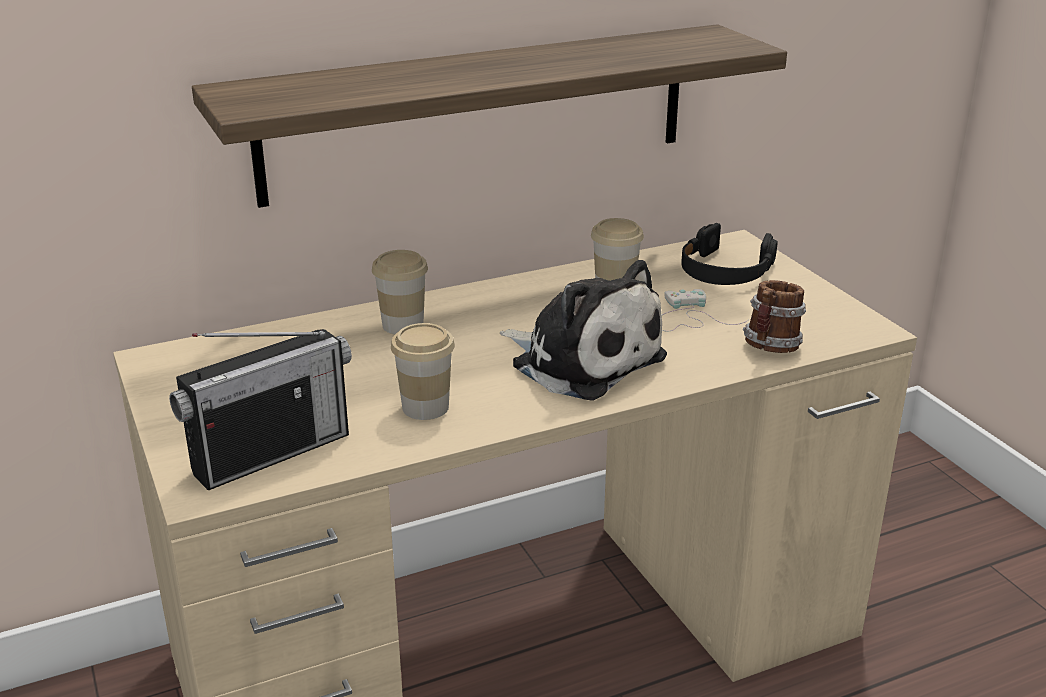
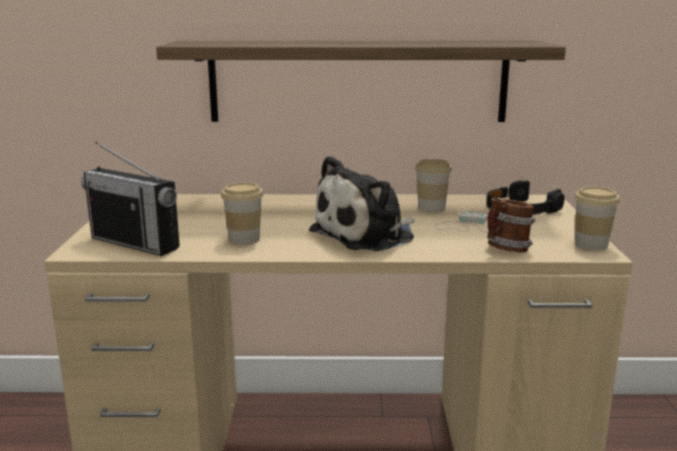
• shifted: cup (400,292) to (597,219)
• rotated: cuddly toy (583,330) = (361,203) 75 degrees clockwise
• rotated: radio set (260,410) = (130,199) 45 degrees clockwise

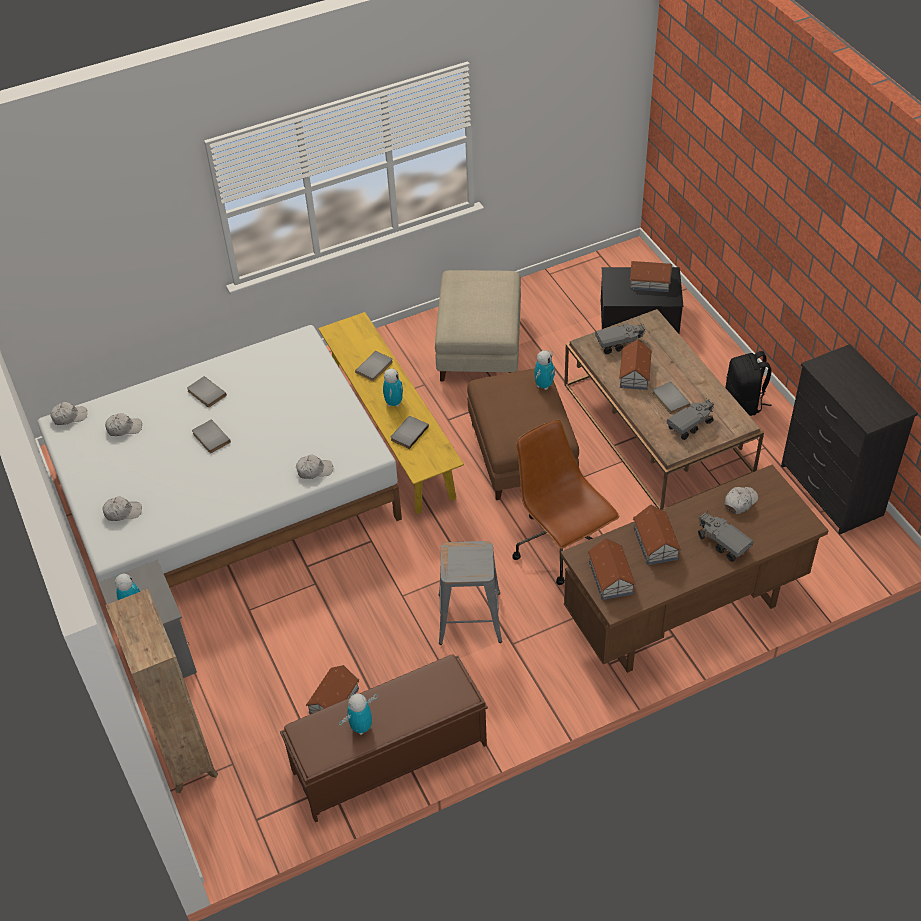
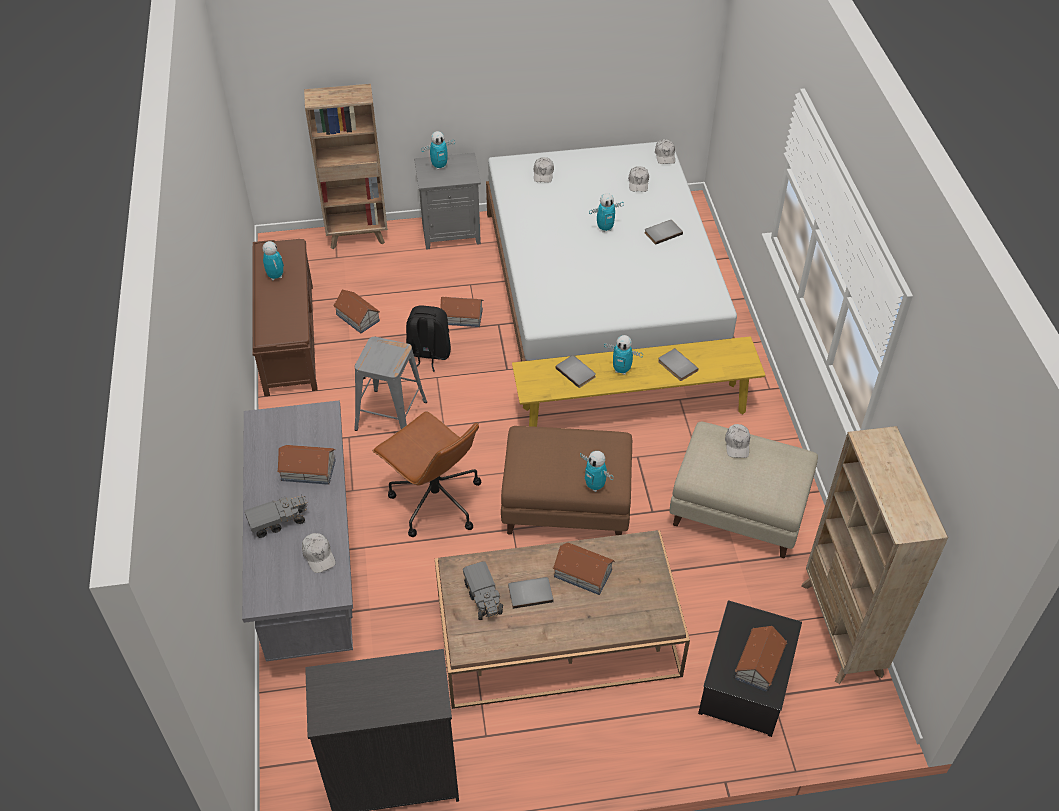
• gone: toy truck (620,339)
• shifted: knapsack/black (749,383) to (428,338)
• swapped: volume/grey (211,436) to toy robot (606,212)
• rotated: office chair/brown (565,502) = (426,474) 60 degrees clockwise
• shifted: cap/white-coloured (314,467) to (737,441)
• repainted: desk table/brown (695,568) to desk table/grey (297,530)
• shifted: toy house (612,569) to (462,312)
• new: shelving unit/beige (874,555)

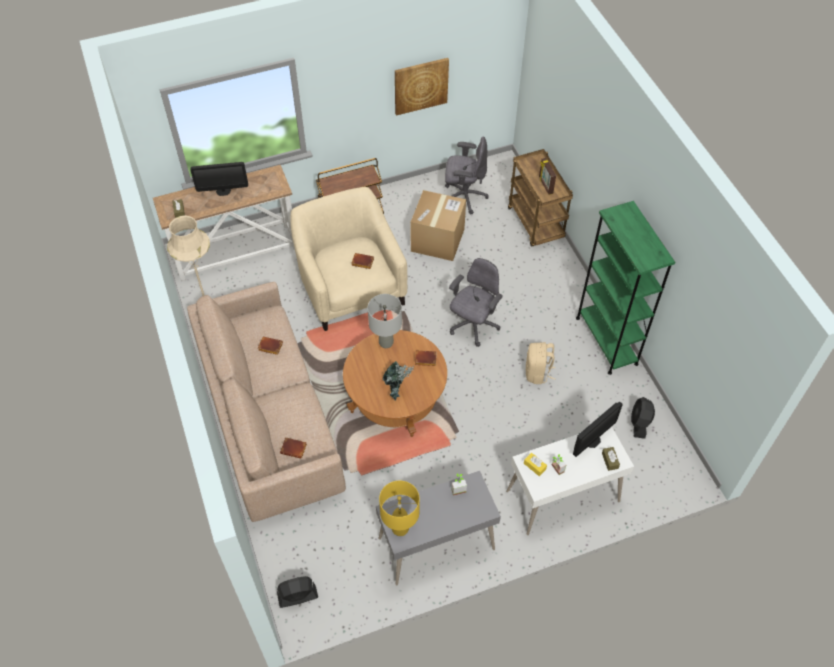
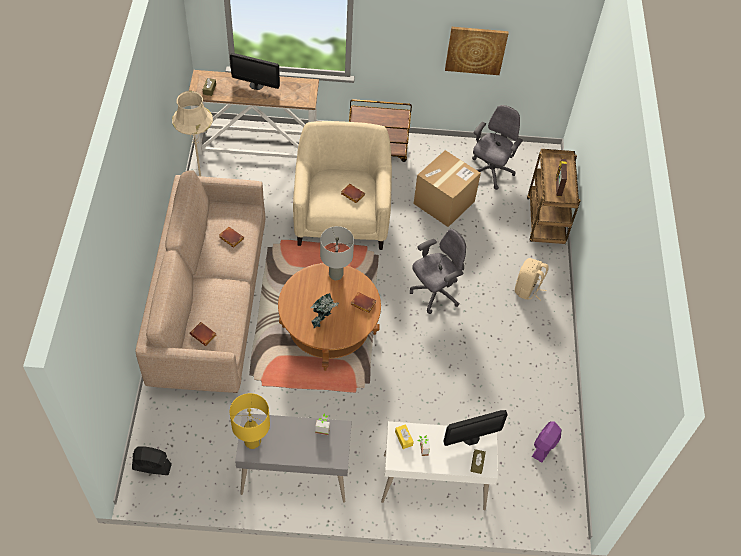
• rotated: office chair/grey (467,175) = (497,147) 90 degrees counterclockwise
• gone: shelving unit/green-coloured (625,288)
• shifted: knapsack/beige (540,363) to (532,279)
• repainted: cooling fan/black (643,418) to cooling fan/purple-coloured (547,441)

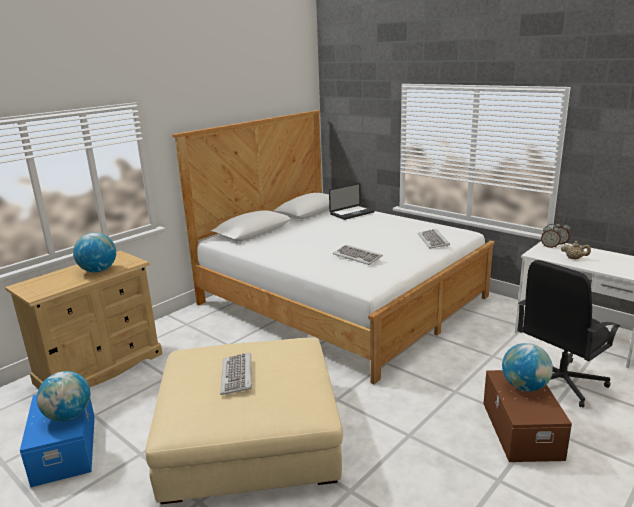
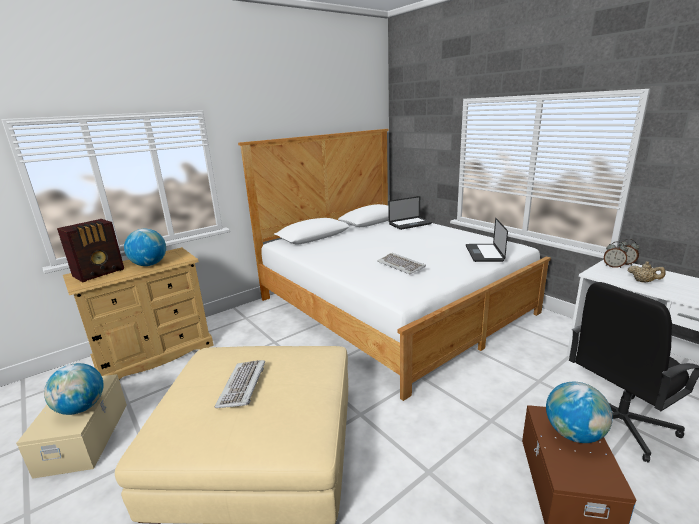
• swapped: keyboard (434,239) to notebook computer (487,240)
• repainted: storage box/blue-coloured (57,441) to storage box/beige (71,426)
• new: radio set (90,250)

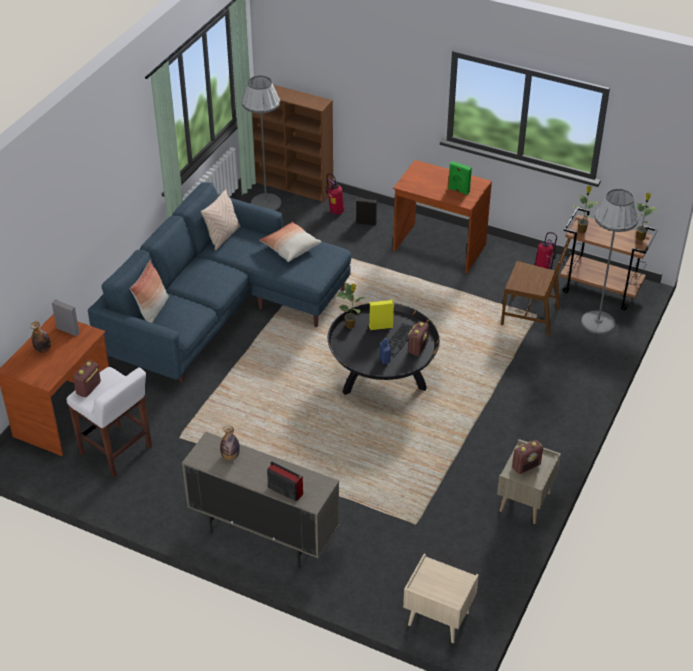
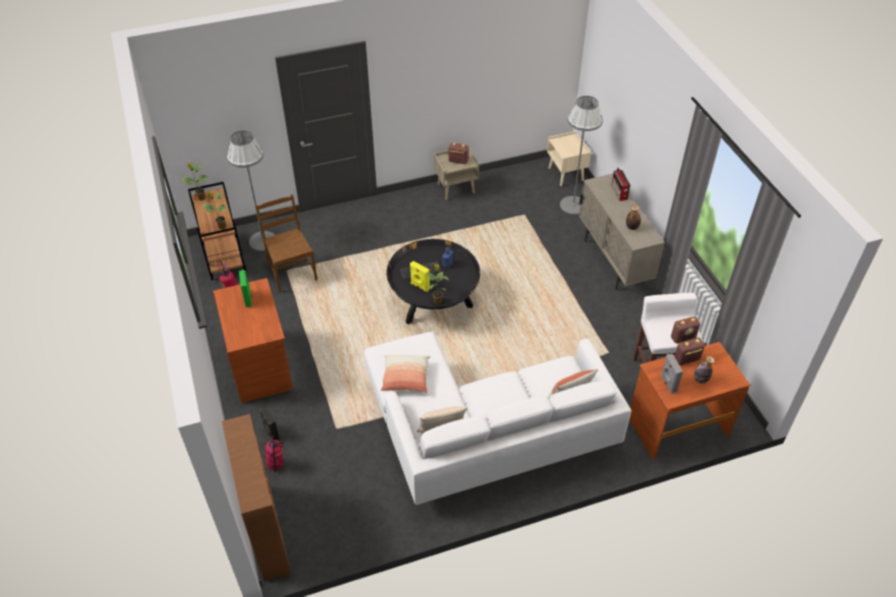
• shifted: floor lamp/grey (261,143) to (581,155)
• repainted: sofa/blue-coloured (219,282) to sofa/white-coloured (497,418)
• shifted: radio set (418,338) to (689,351)

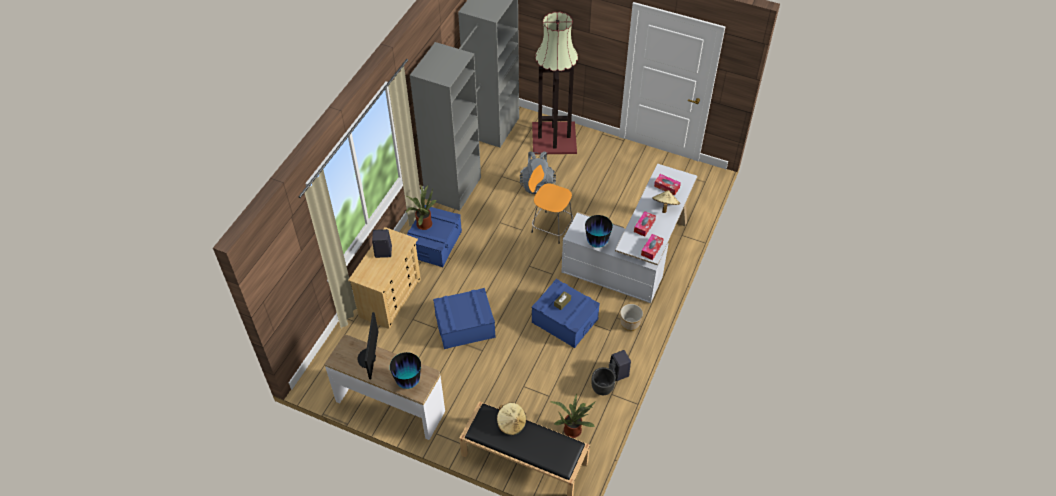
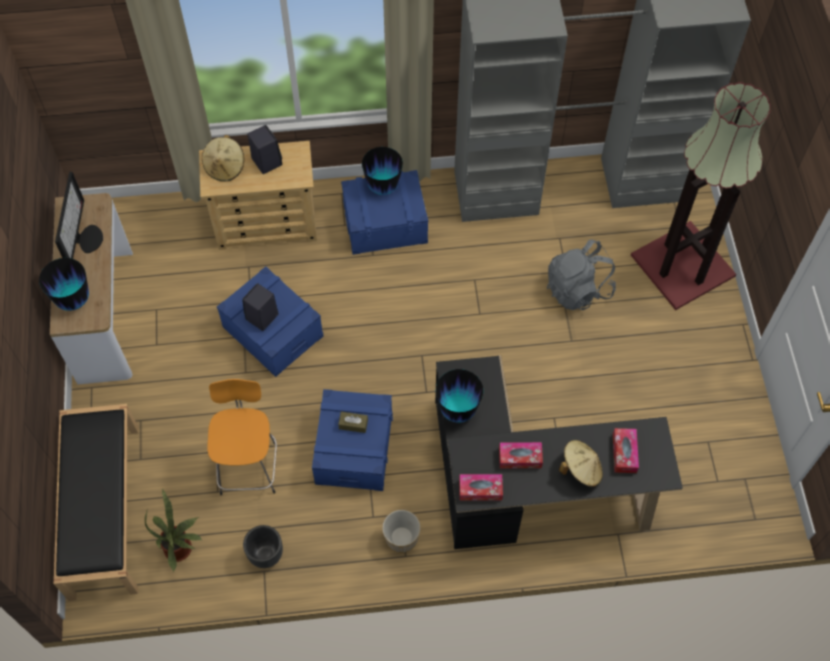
• repainted: desk table/white-coloured (630,233) to desk table/black (559,452)
• shifted: stool/orange-coloured (550,204) to (242,437)
• swapped: plant in a pot (421,207) to decorative vase (382,171)
• rotated: computer screen (368,345) = (79,215) 120 degrees clockwise
• shifted: audio speaker/black (620,365) to (260,307)
• shifted: hat/beige (511,419) to (223,158)

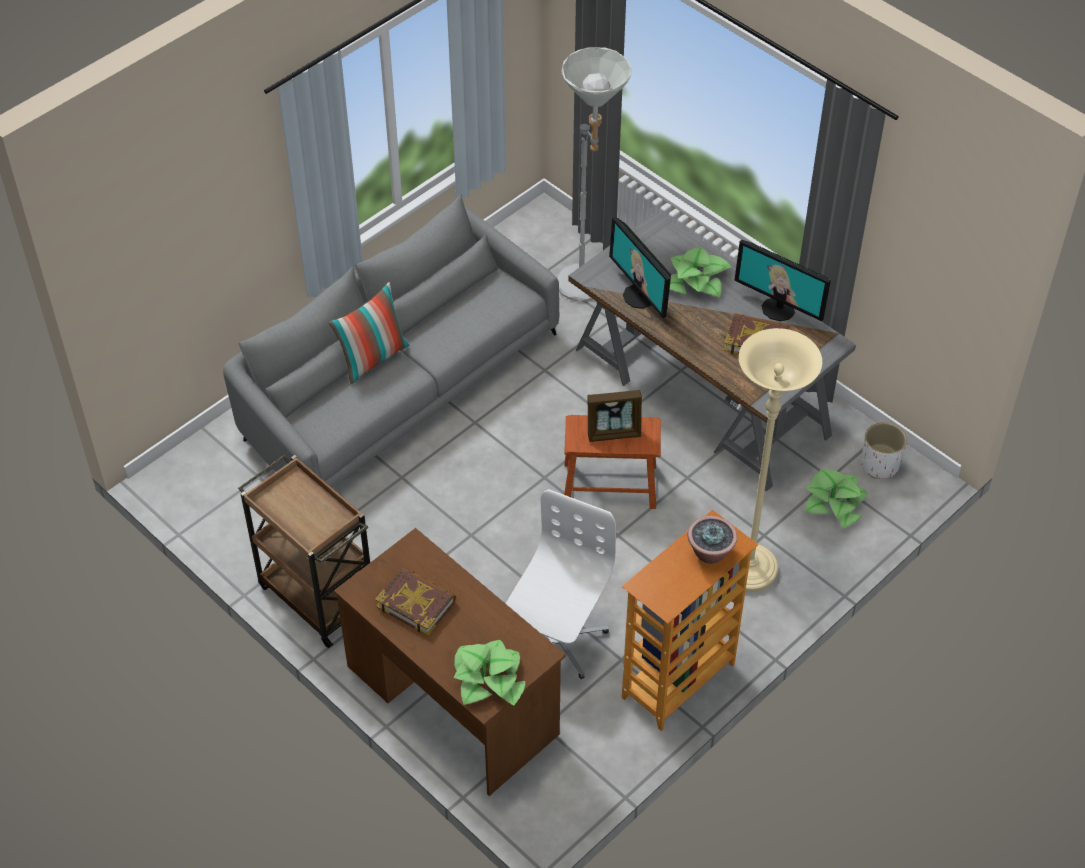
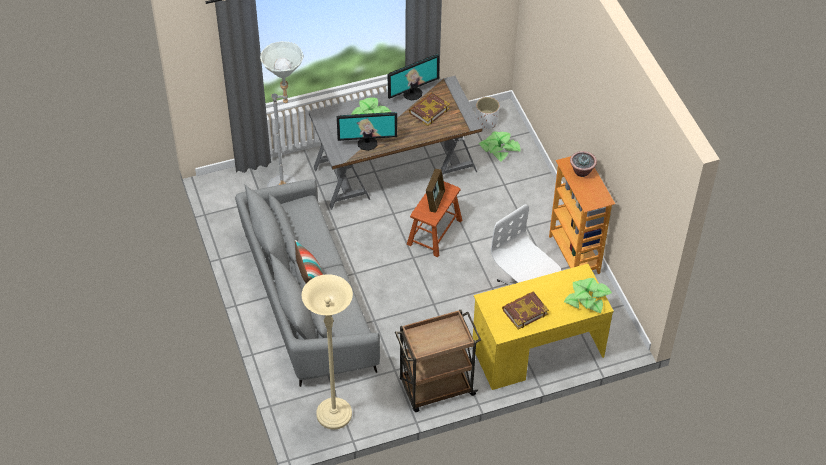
• shifted: floor lamp/beige (780,460) to (327,351)
• repainted: desk table/brown (450,662) to desk table/yellowish (543,327)

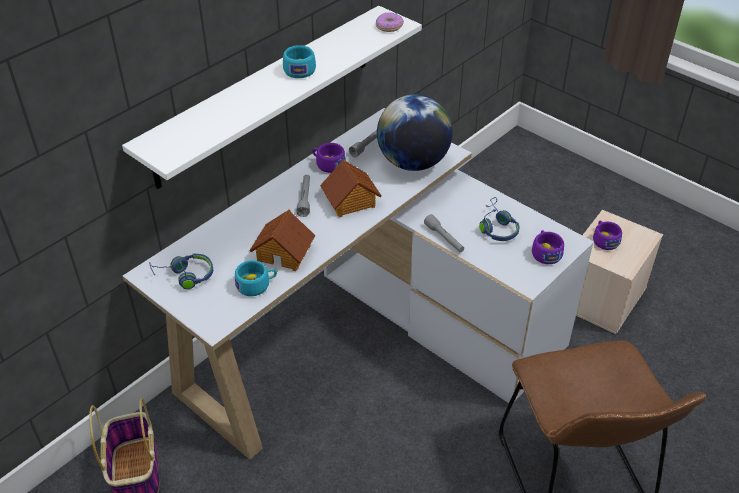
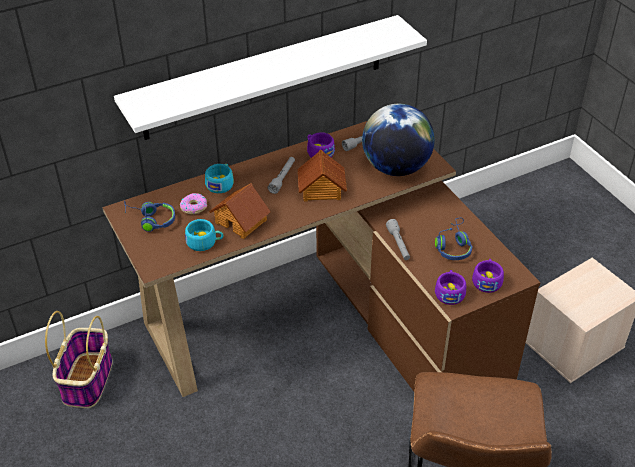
• shifted: ring doughnut (390,22) to (193,204)
• shifted: cup/turquoise (299,61) to (219,178)
• repainted: desk table/white-coloured (358,284) to desk table/brown (321,259)
• shifted: cup/purple-coloured (607,235) to (450,287)

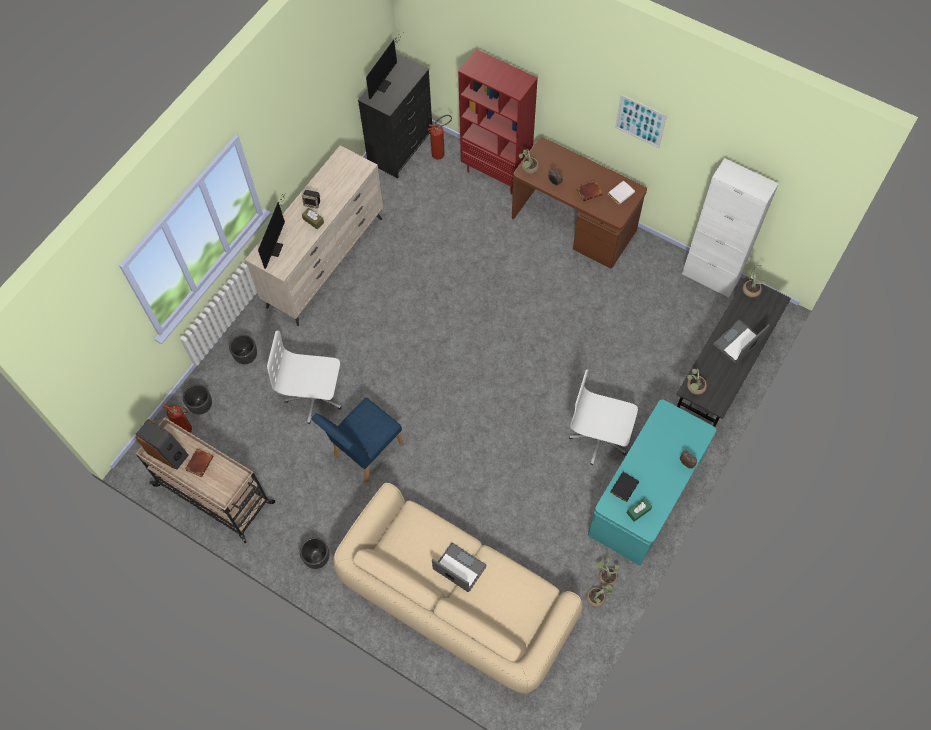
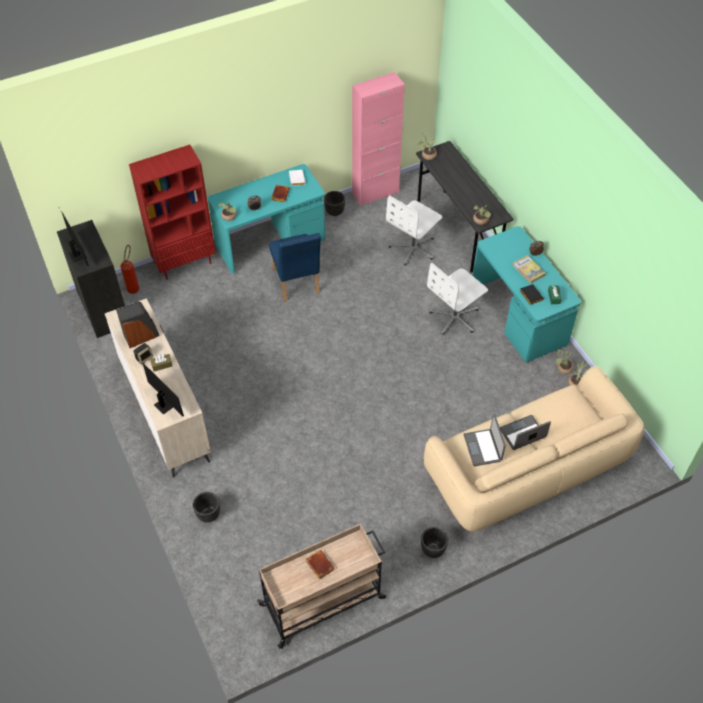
• gone: wall picture (641,121)
• repainted: desk table/brown (579,202) to desk table/turquoise (266,219)
• repainted: cabinet/white-coloured (730,228) to cabinet/pinkish (378,139)
• shifted: notebook computer (741,341) to (485,440)
• shifted: office chair/white-coloured (304,377) to (414,230)
• shifted: plant pot/black (197,399) to (334,203)
• shifted: chair/blue-coloured (358,440) to (295,267)
• gone: fire extinguisher (177,418)
• shifted: audio speaker (162,444) to (138,325)
• new: volume (529,269)

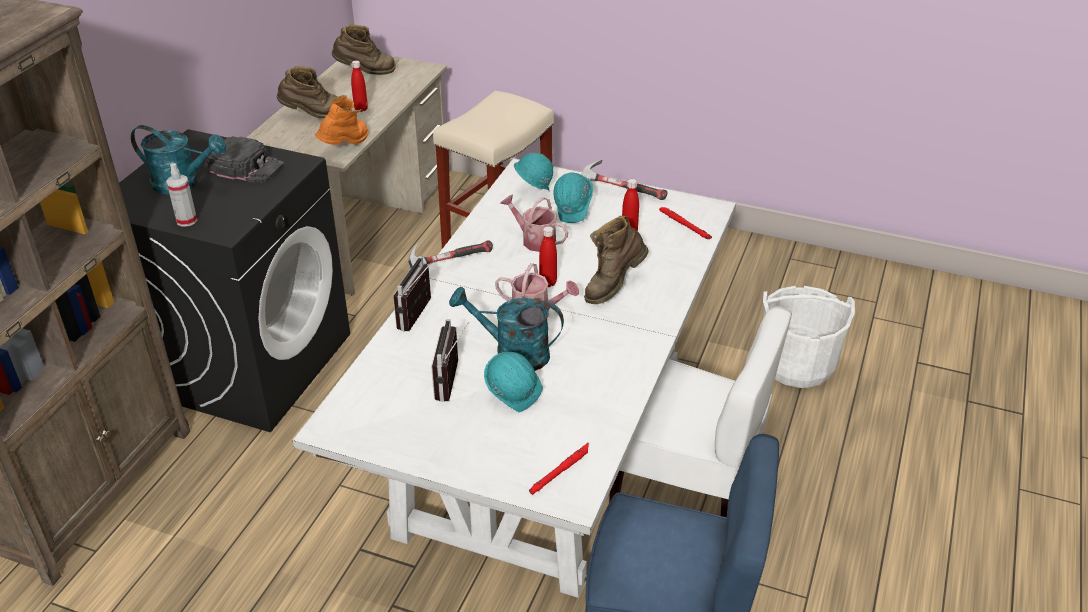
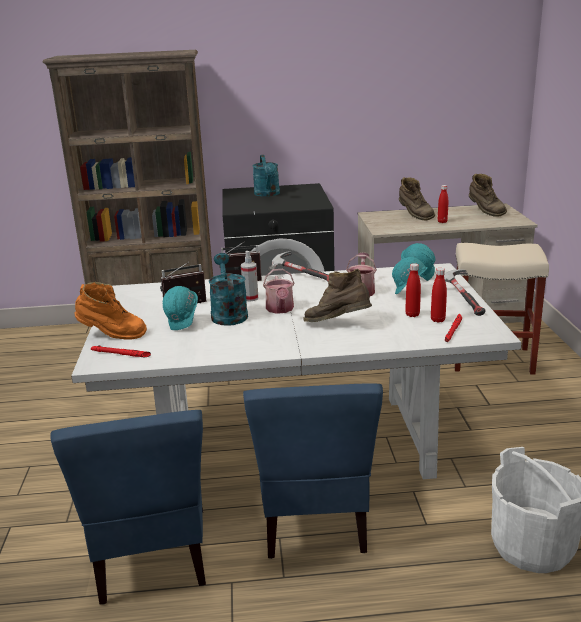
• shifted: boot/orange-coloured (342,120) to (111,311)
• gone: cap/black (245,159)
• shifted: spray bottle (181,195) to (249,276)
• shifted: bottle/red-coloured (548,256) to (439,295)
• repainted: chair/white-coloured (700,411) to chair/blue-coloured (313,471)

